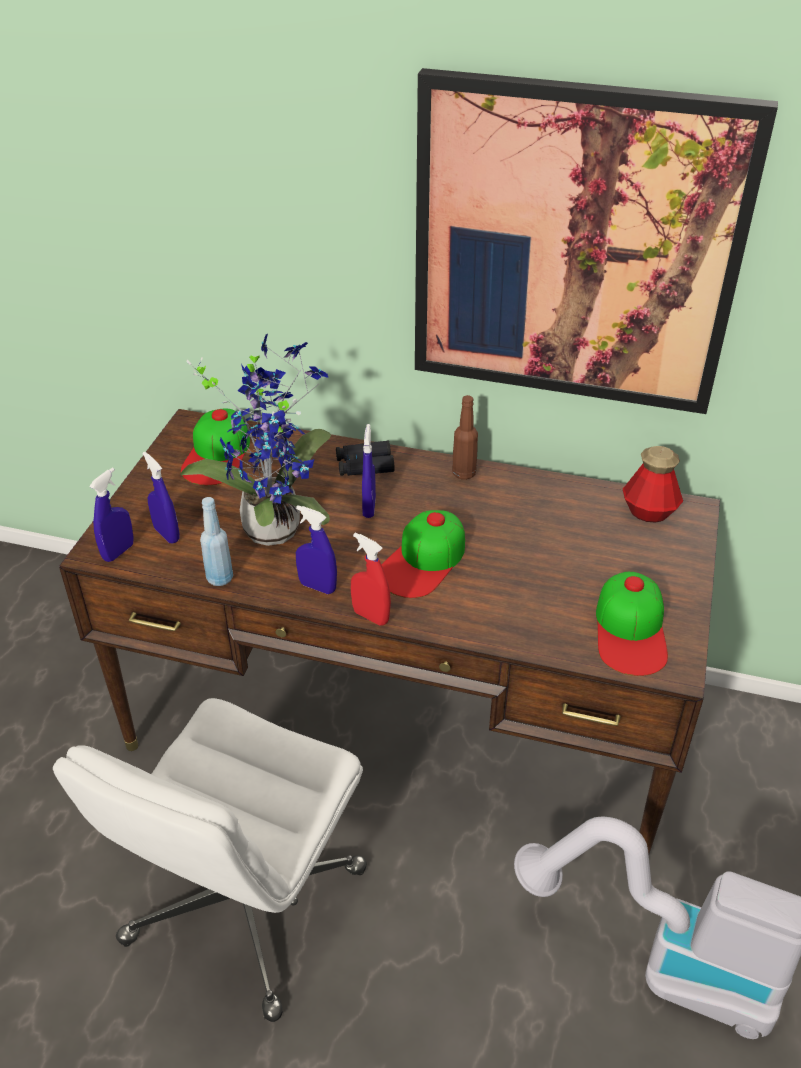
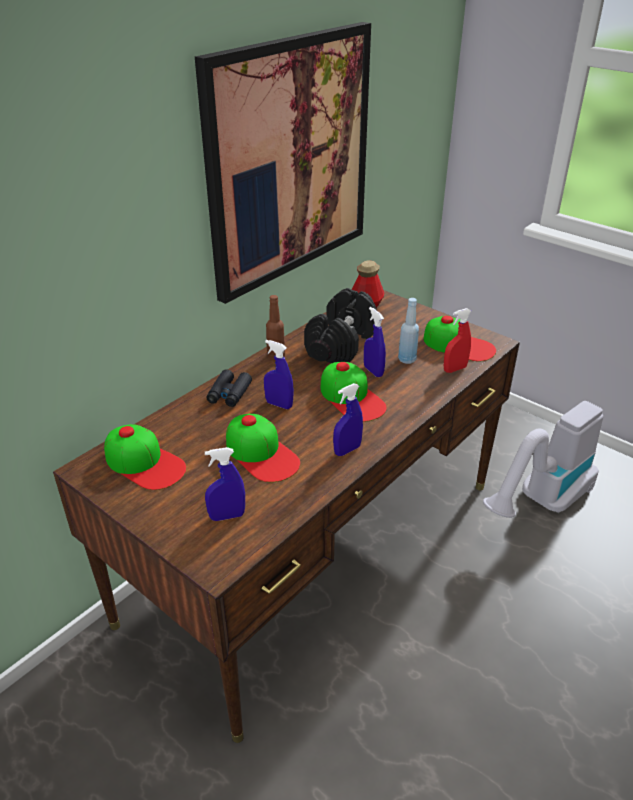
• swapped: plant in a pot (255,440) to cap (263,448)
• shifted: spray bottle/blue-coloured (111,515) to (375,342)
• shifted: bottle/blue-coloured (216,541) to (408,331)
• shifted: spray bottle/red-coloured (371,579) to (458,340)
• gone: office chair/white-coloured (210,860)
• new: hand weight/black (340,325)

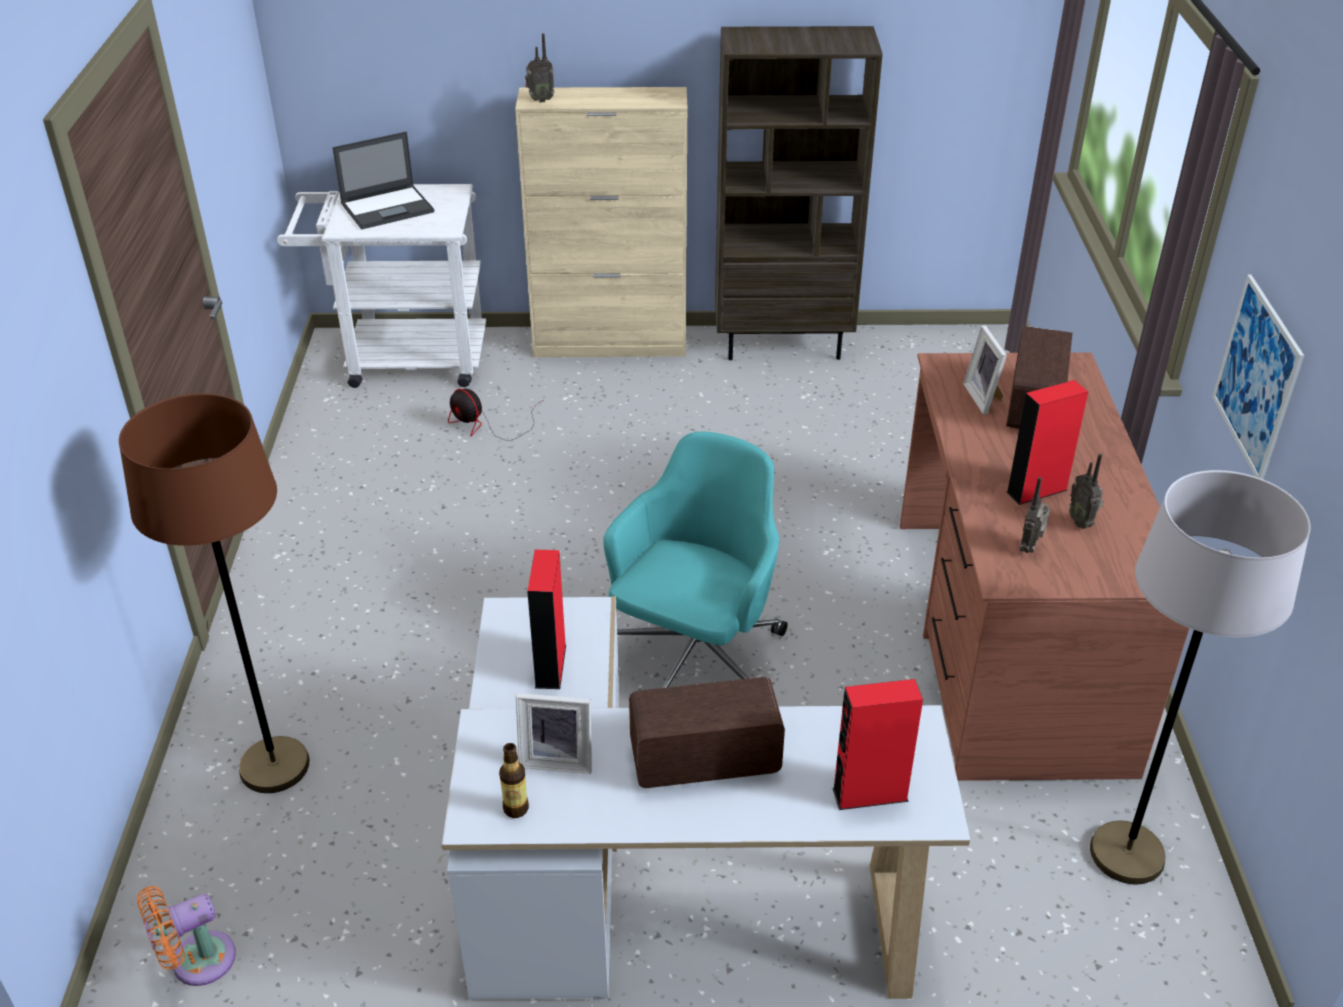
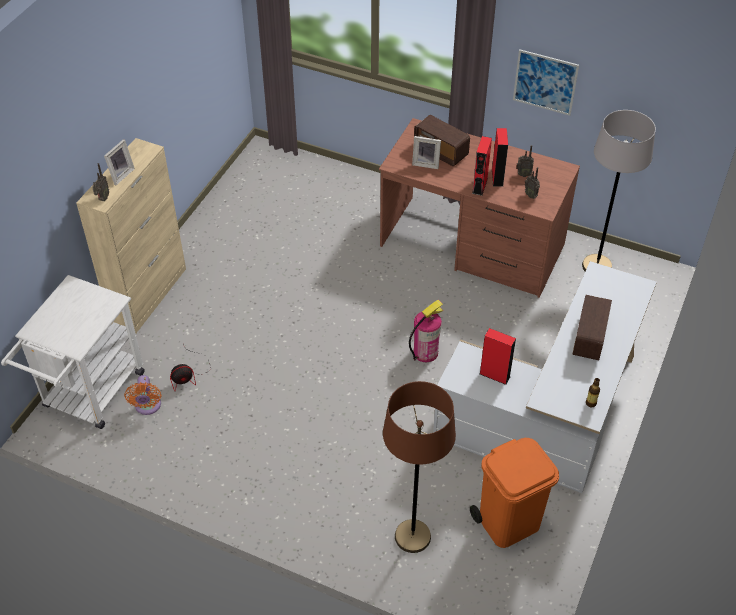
• gone: shelving unit/brown (799,193)
• gone: notebook computer (383,180)
• swapped: office chair/turquoise (695,560) to fire extinguisher (426,331)
• shifted: audio speaker/red-coloured (877,744) to (482,166)
• shifted: standing frame (554,733) to (119,162)
• shifted: cooling fan/orange-coloured (186,936) to (142,395)
• new: waste bin/orange-coloured (514,493)

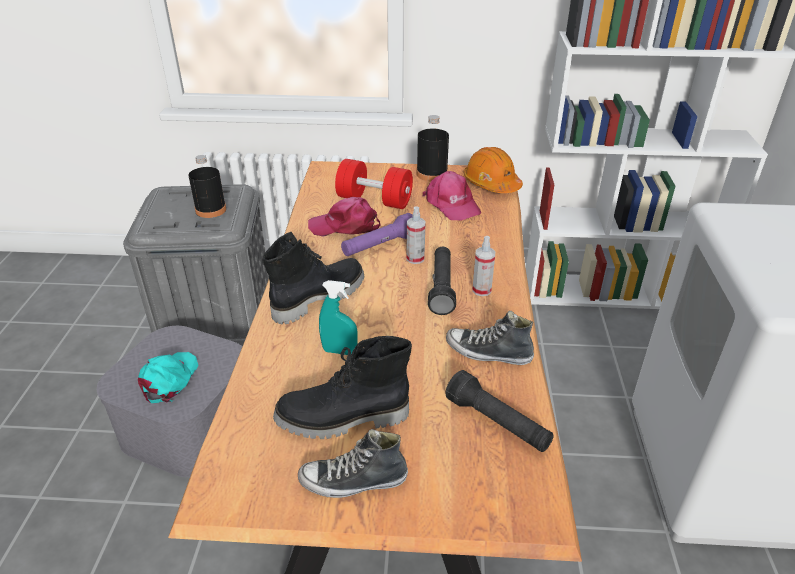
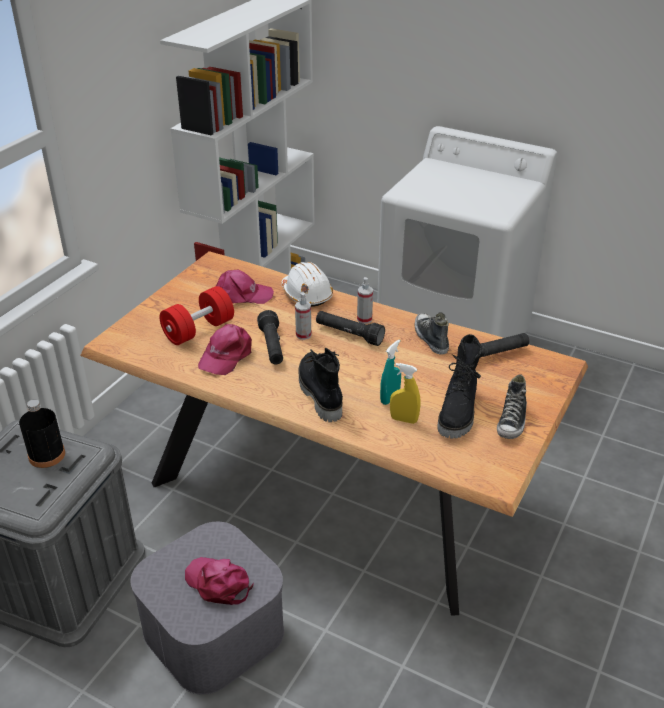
• gone: bottle/black (432,148)
• gone: hard hat/orange-coloured (493,170)
• repainted: torch/purple-coloured (377,234) to torch/black (270,337)
• rotated: low shoe (490,338) = (432,333) 120 degrees clockwise
• repainted: cap/turquoise (168,377) to cap/pinkish (219,581)
• new: hard hat/white-coloured (307,284)
• new: spray bottle/yellowish (405,393)

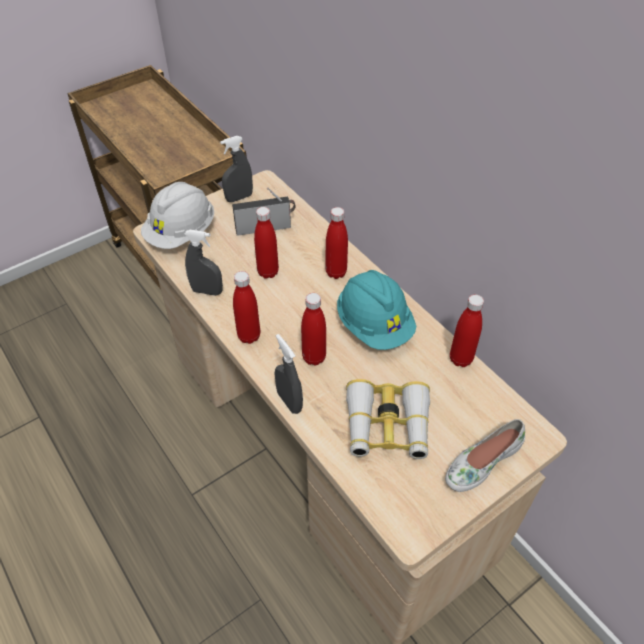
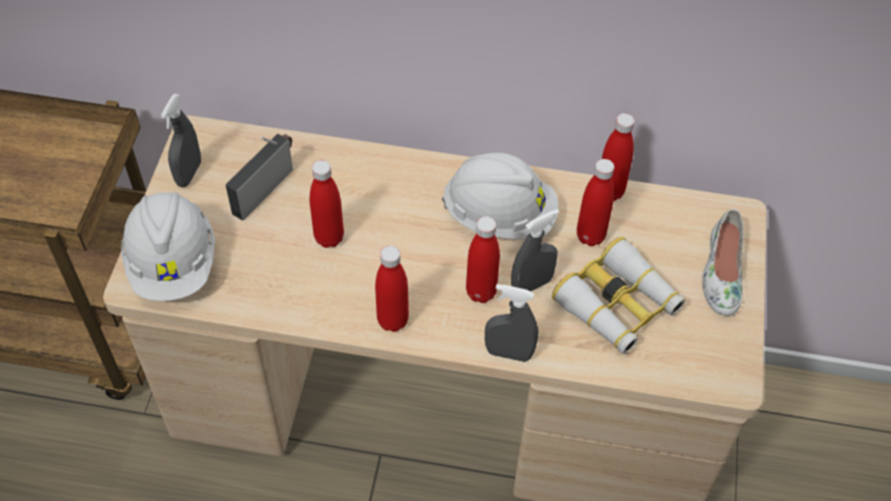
• shifted: bottle/red-coloured (336,243) to (595,202)
• shifted: spray bottle/grey (204,263) to (535,250)
• repainted: hard hat/turquoise (377,310) to hard hat/white-coloured (500,196)

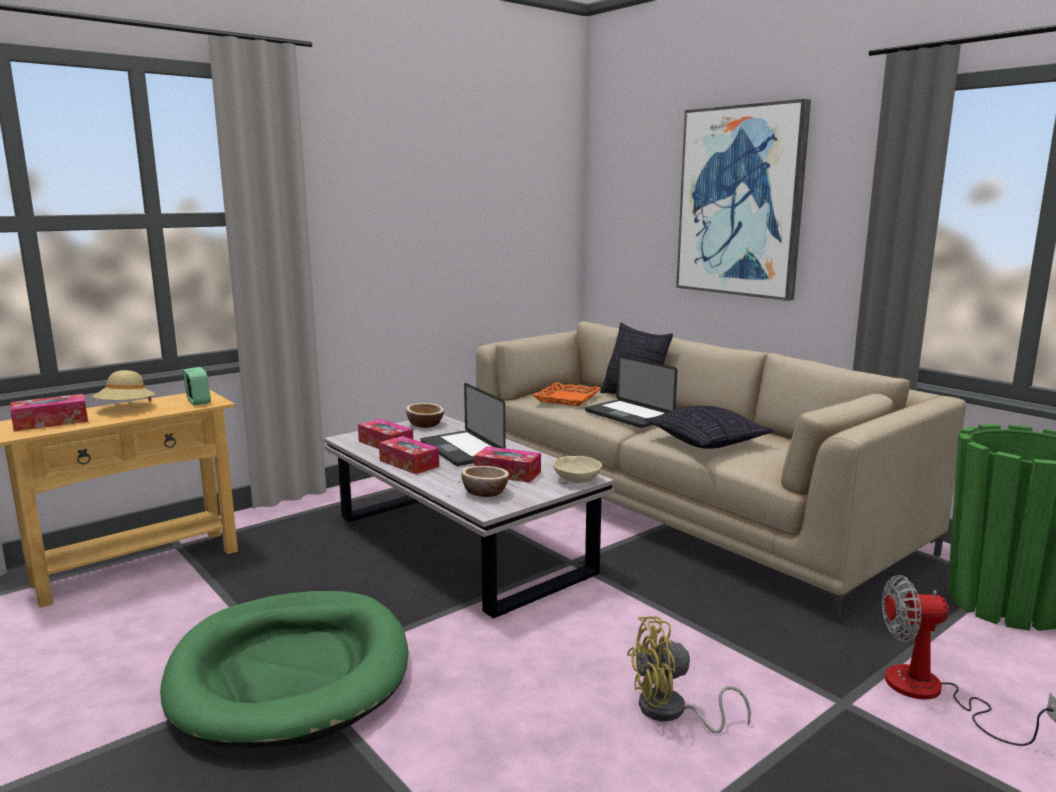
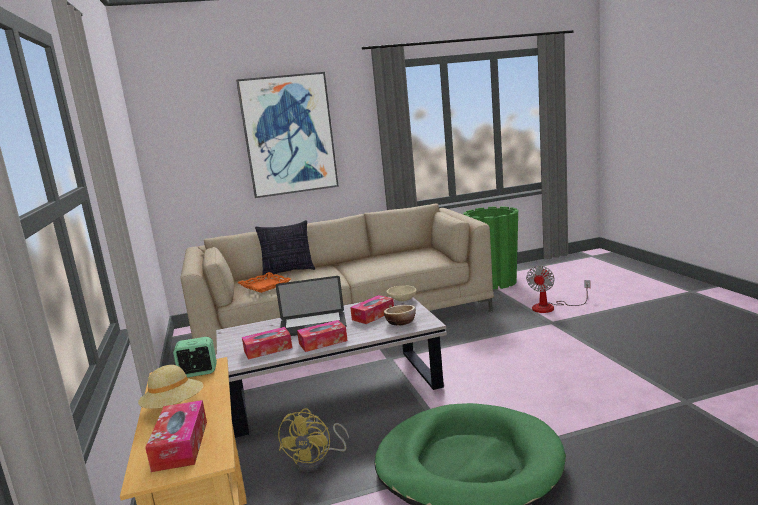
• gone: notebook computer (631,391)
• gone: serving bowl (425,415)
• gone: throw pillow (709,427)
• shifted: cooling fan/yellowish (689,674) to (313,440)

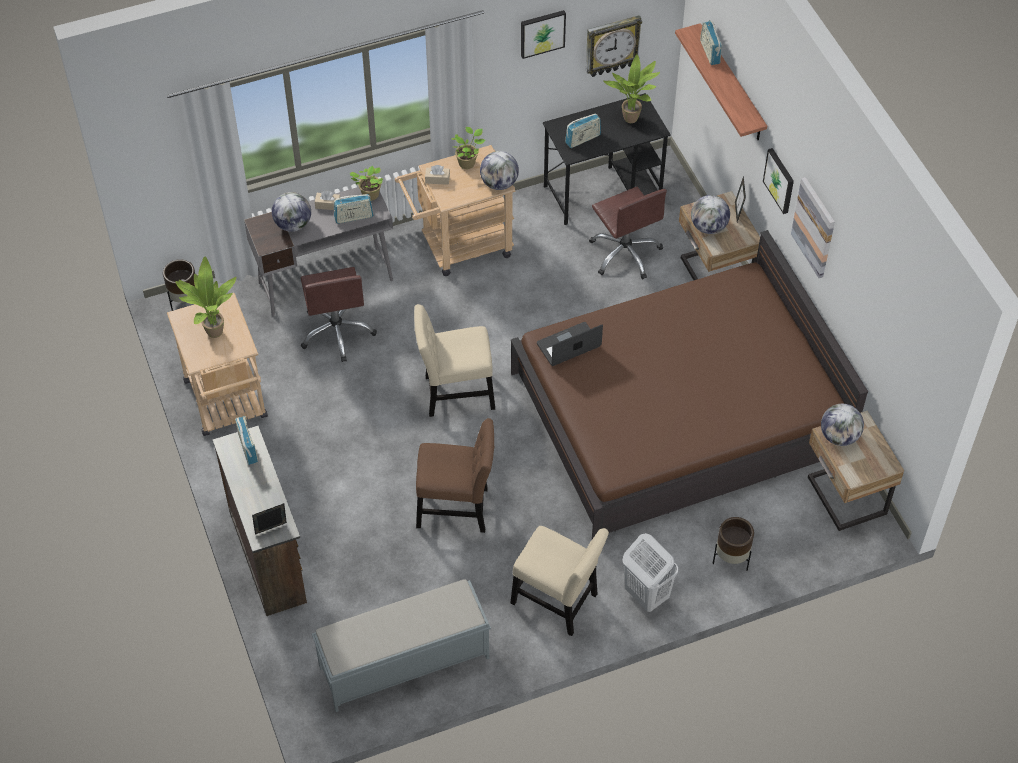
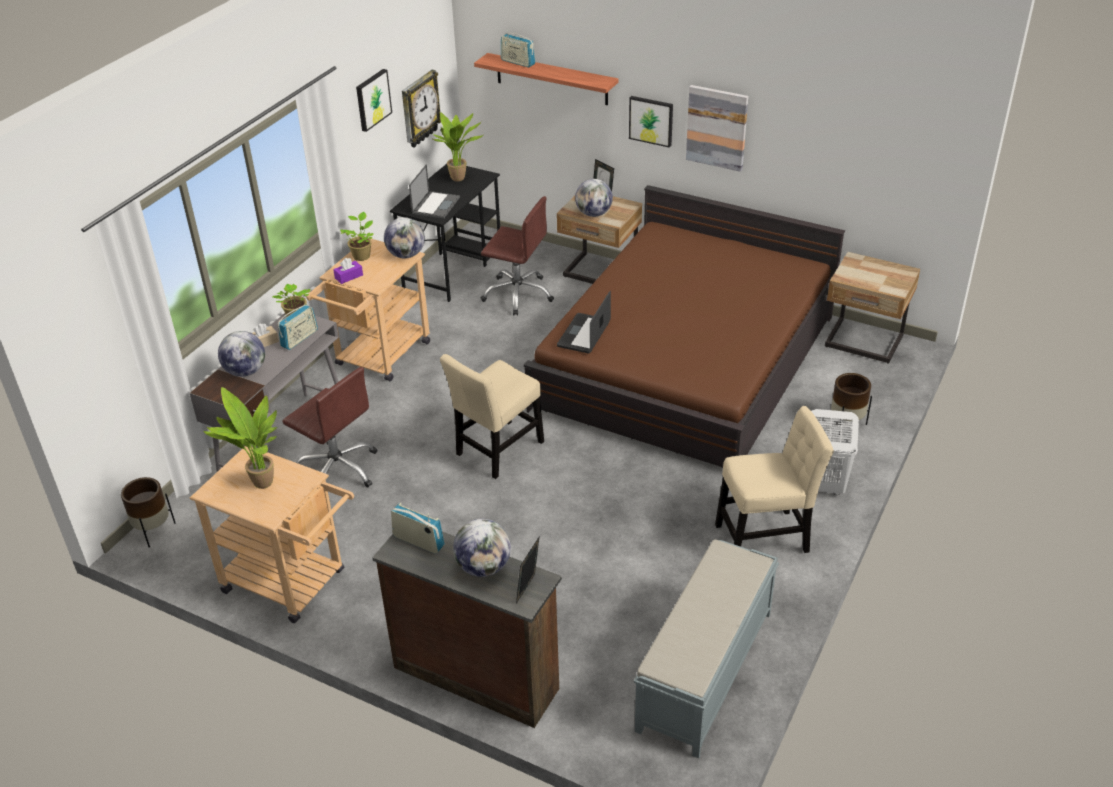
• swapped: radio set (583,130) to notebook computer (434,191)
• repainted: box of tissues/beige (437,175) to box of tissues/purple-coloured (348,271)
• shifted: world globe (842,425) to (482,548)
• gone: chair/brown (455,475)

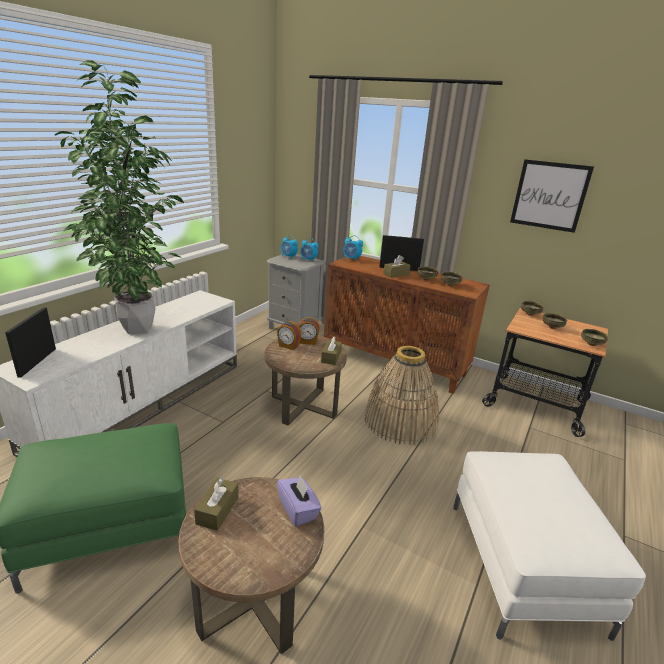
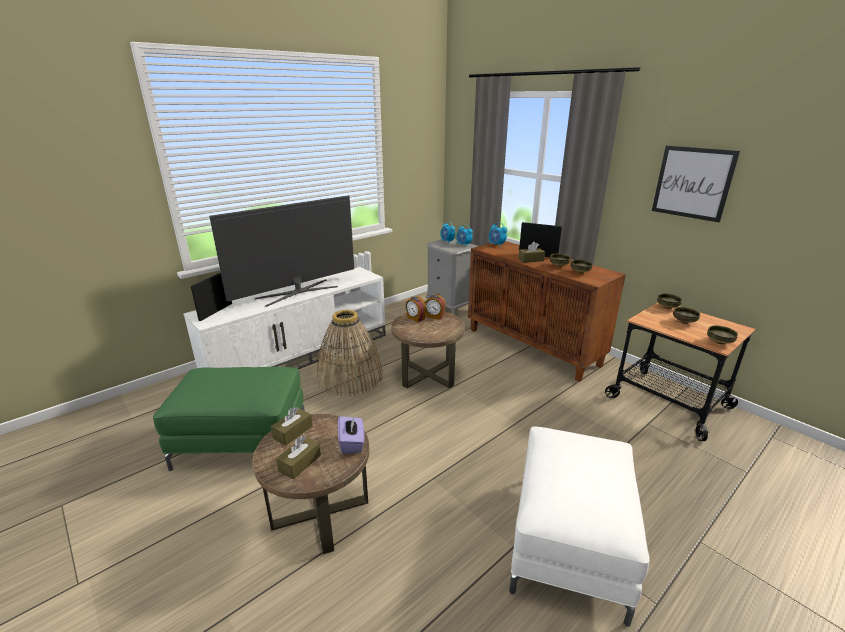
• swapped: plant in a pot (119,197) to TV set (282,251)
• shifted: box of tissues/brown (331,350) to (298,457)
• shifted: storage basket (402,395) to (350,353)

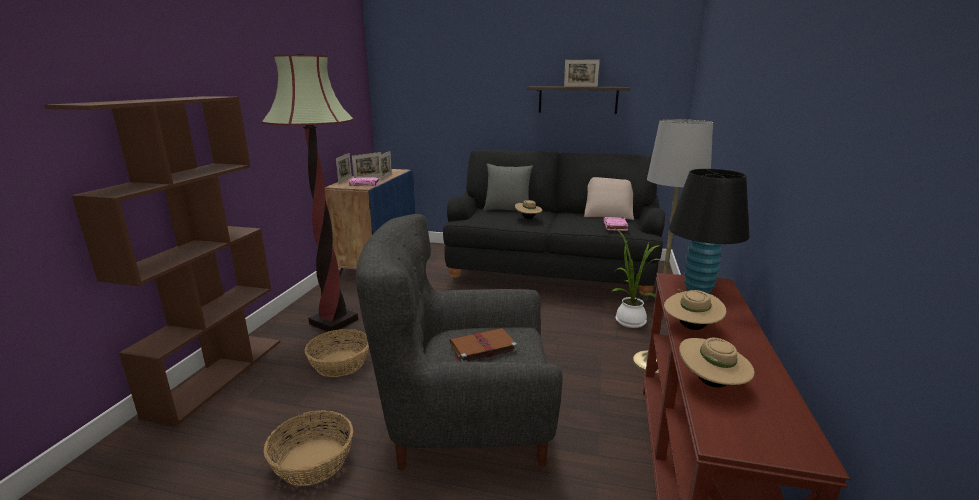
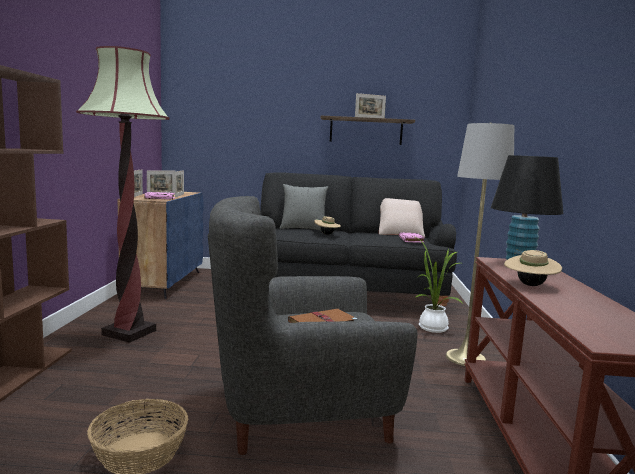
• gone: storage basket (337,353)
• gone: hat/beige (717,362)

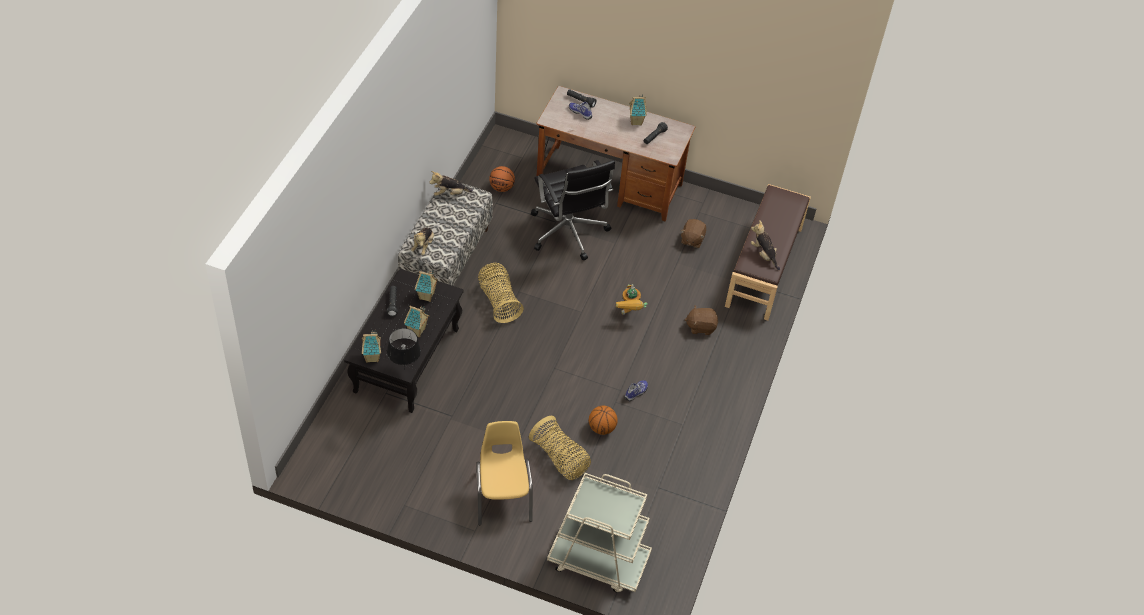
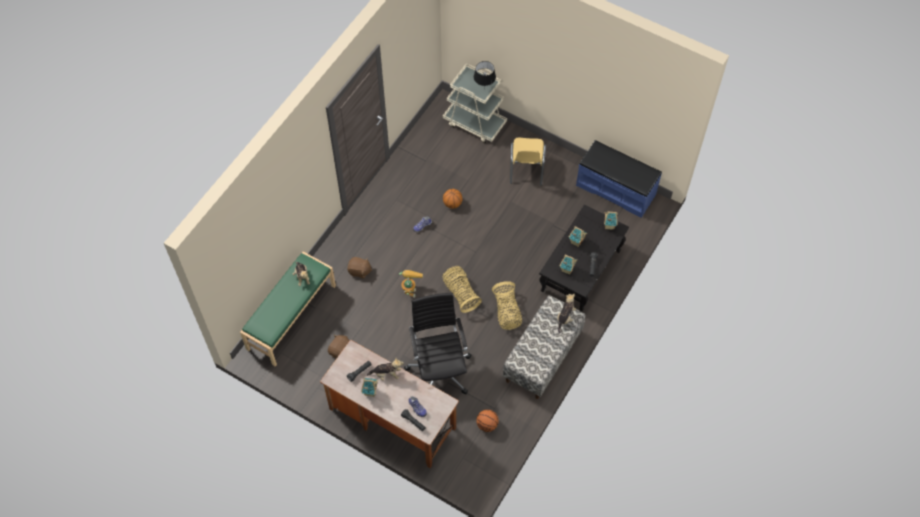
• shifted: cuddly toy (451,183) to (385,369)
• repainted: long seat/brown (768,252) to long seat/green-coloured (288,309)
• shifted: lamp for a table/black (404,348) to (485,75)
• shifted: storage basket (560,448) to (462,289)
• new: long seat/blue-coloured (619,179)

